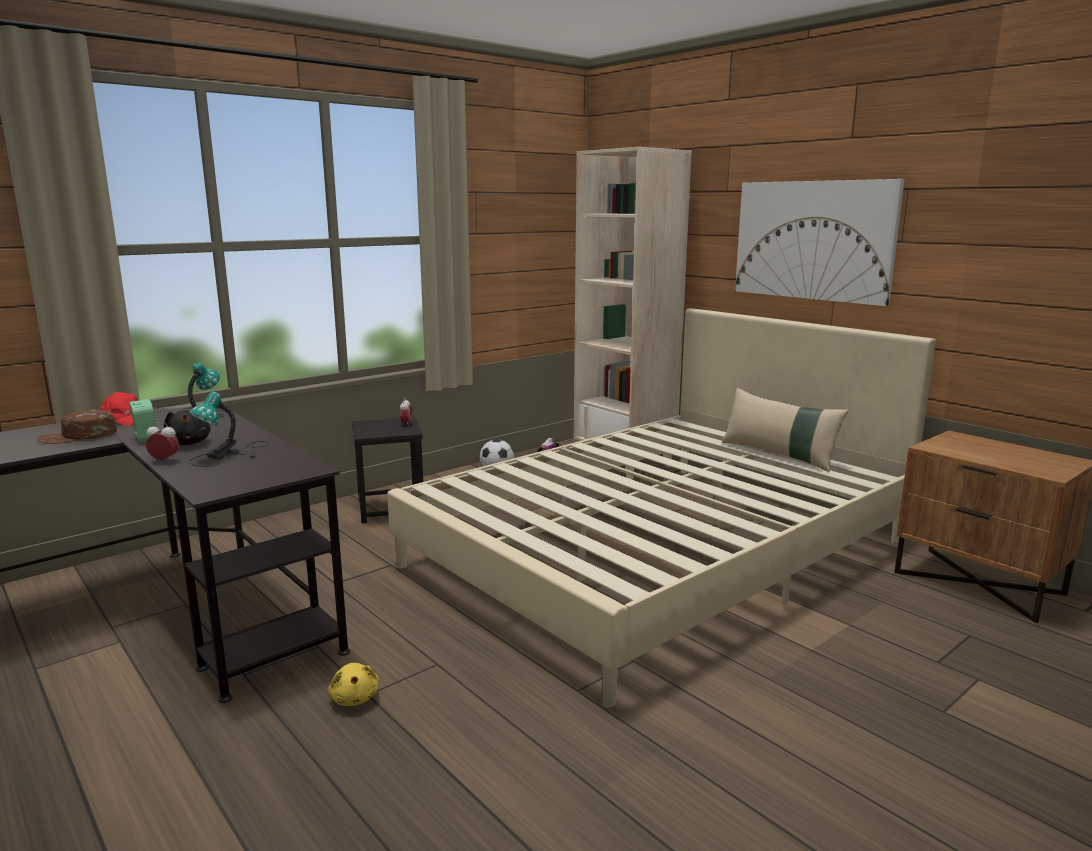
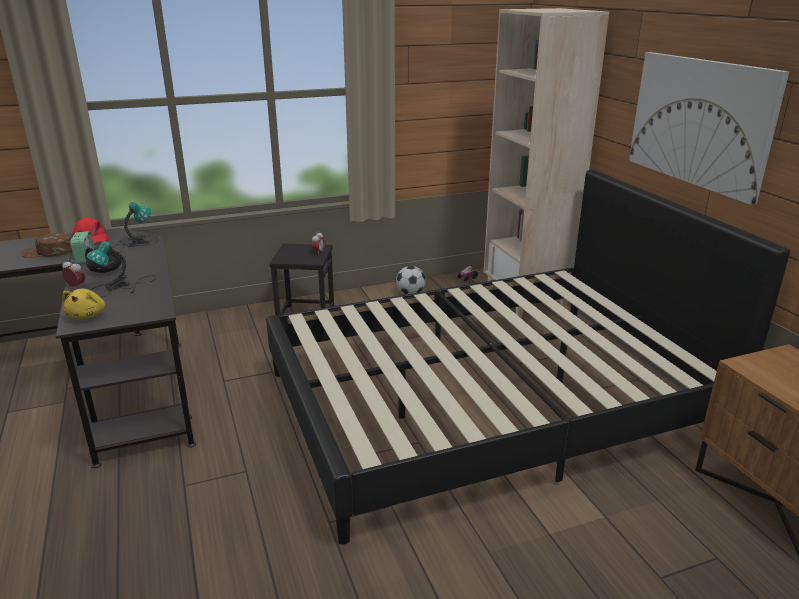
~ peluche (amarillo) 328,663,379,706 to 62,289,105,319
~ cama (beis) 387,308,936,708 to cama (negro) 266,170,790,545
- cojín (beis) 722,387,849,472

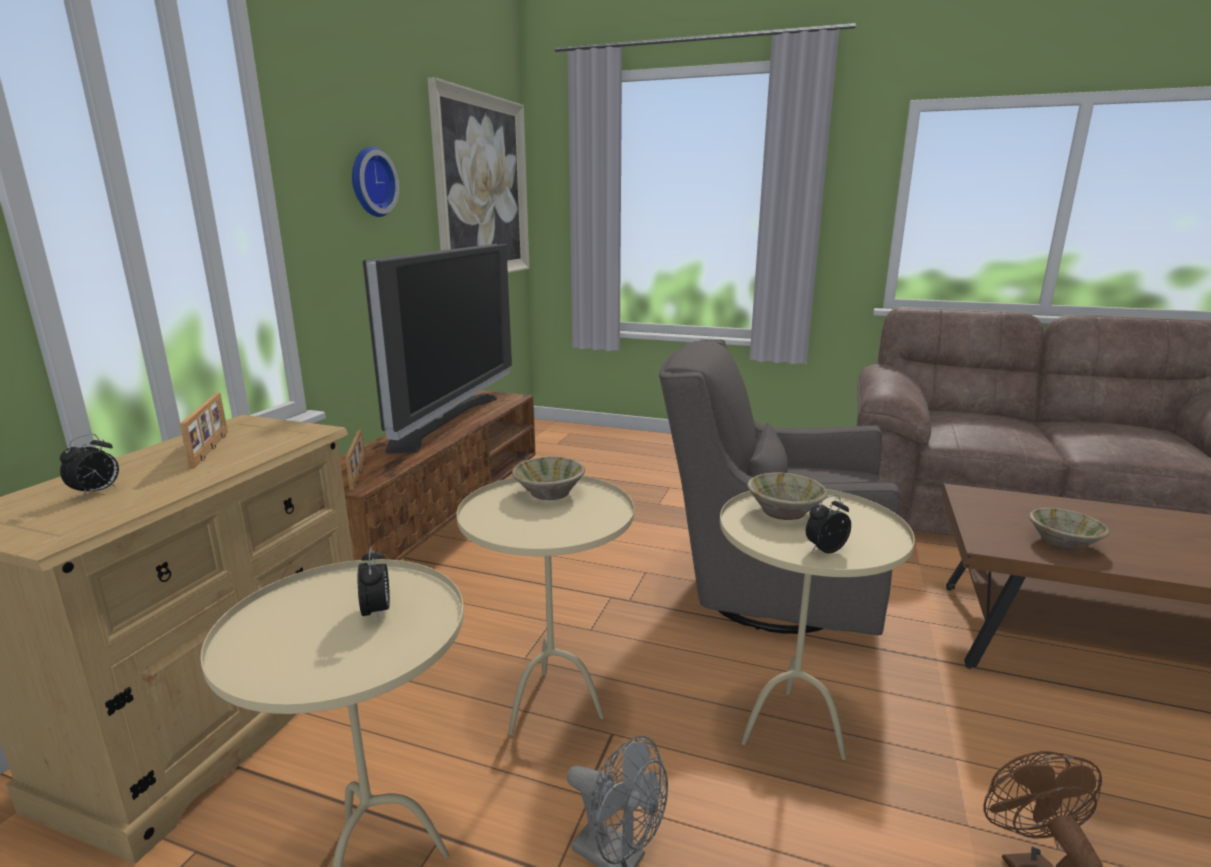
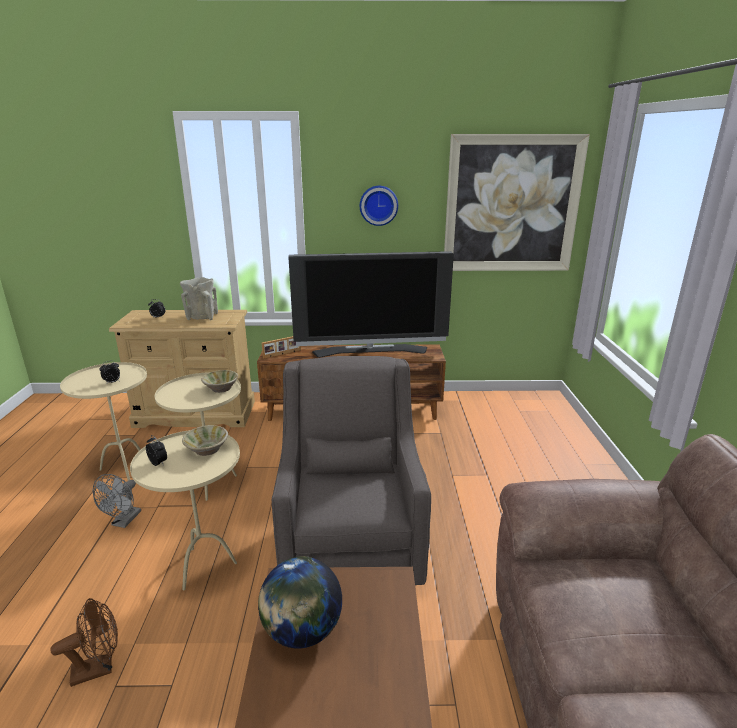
~ portarretratos 180,393,228,469 to florero (beis) 180,277,218,320
~ cuenco (beis) 1029,508,1110,551 to globo terráqueo 258,556,342,648

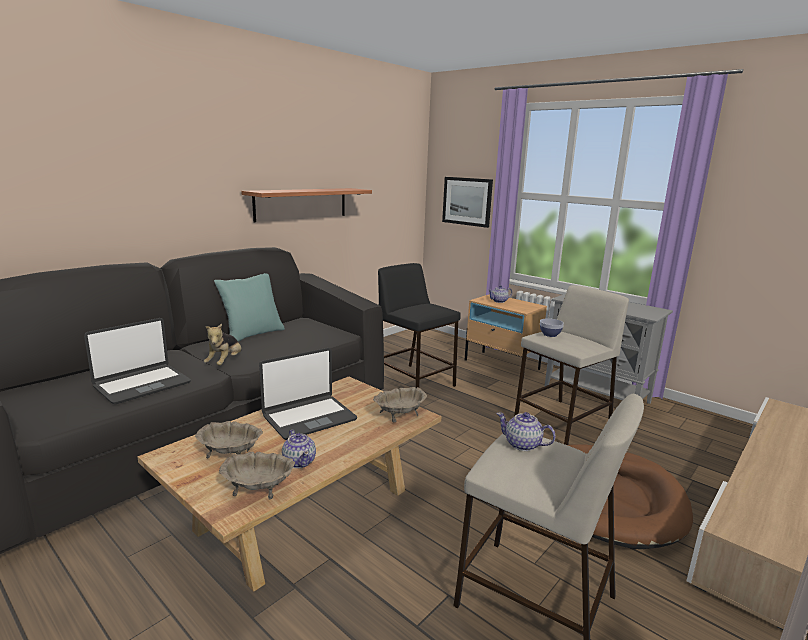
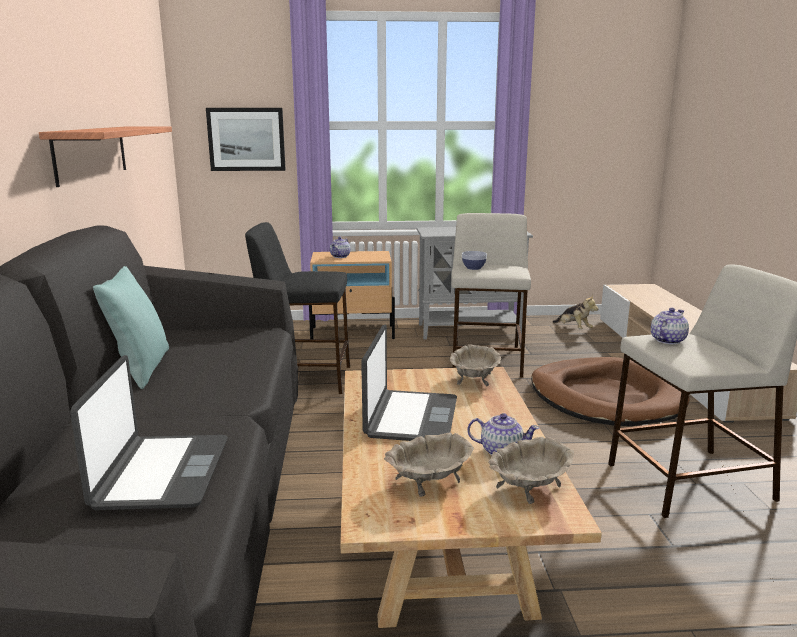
~ peluche 204,324,241,365 to 553,295,599,329
~ tetera 496,412,555,451 = 651,307,689,344 150 degrees clockwise

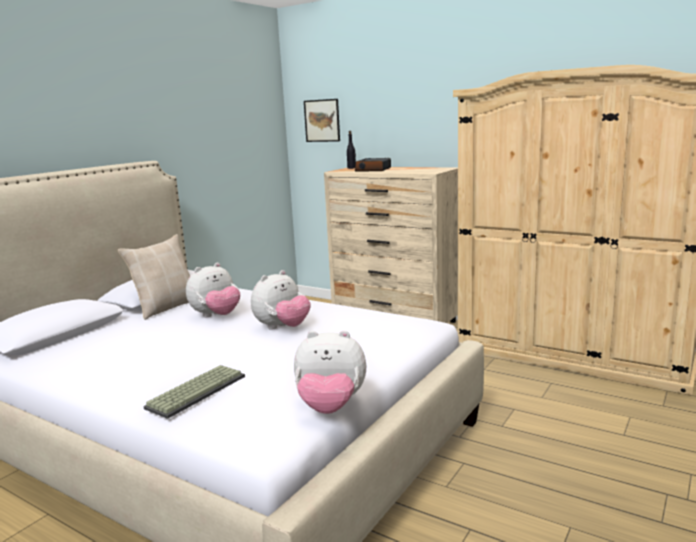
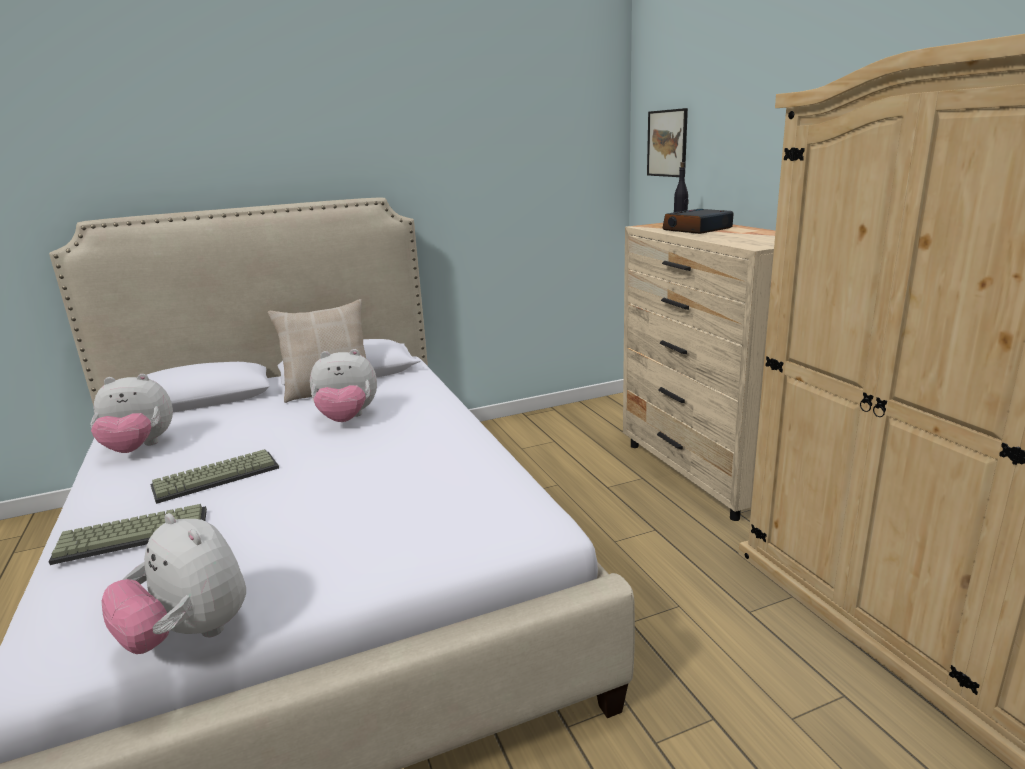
~ peluche 251,270,311,330 to 90,374,173,453
+ teclado 150,449,279,504

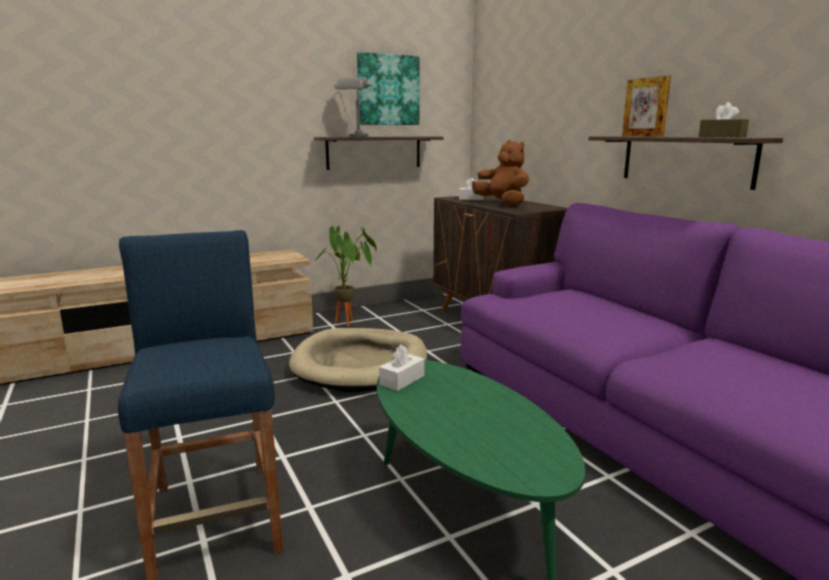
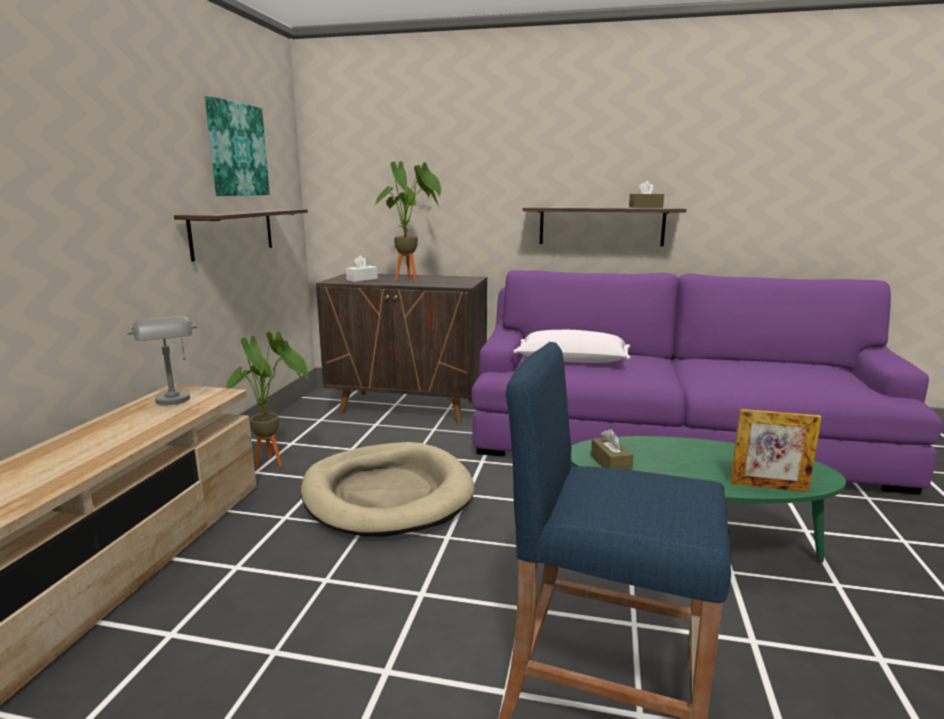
~ lámpara de mesa (gris) 334,77,373,137 to 127,316,197,405
~ peluche (marrón) 472,140,529,206 to planta en maceta 374,161,441,281
+ cojín (blanco) 514,330,631,363
~ caja de pañuelos (blanco) 379,344,424,391 to caja de pañuelos (marrón) 591,429,634,470
~ portarretratos 622,76,671,137 to 730,409,822,493

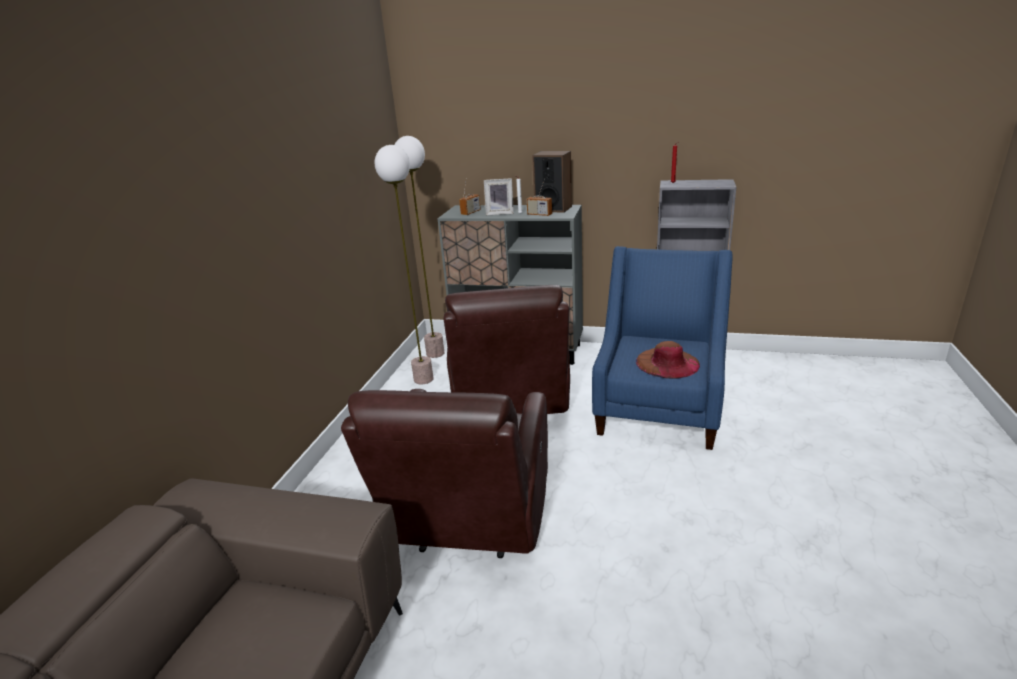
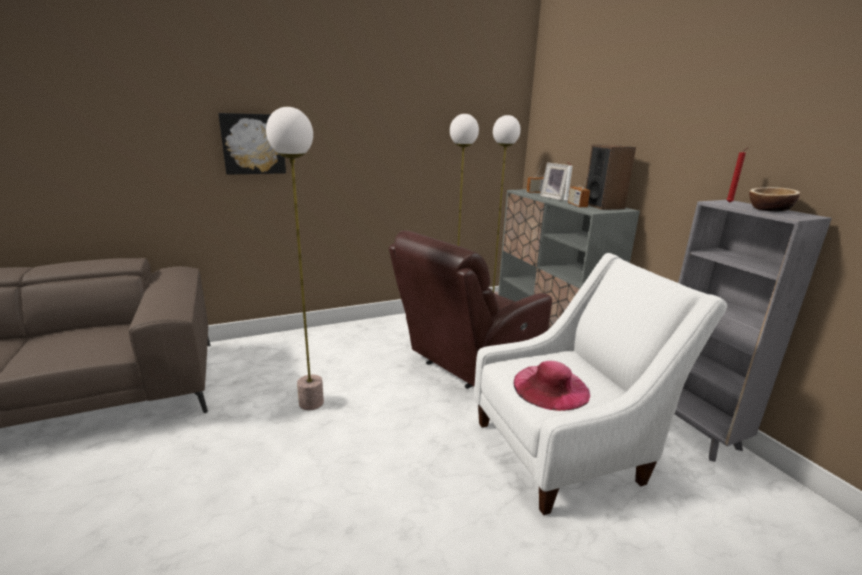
+ cuadro 218,113,286,175
~ sillón (marrón) 341,389,548,558 to lámpara de pie 266,107,324,410
~ sillón (azul) 592,246,733,450 to sillón (blanco) 474,253,727,515
~ sombrero (marrón) 636,341,700,379 to sombrero (rosa) 514,361,590,411
+ cuenco 749,187,800,212

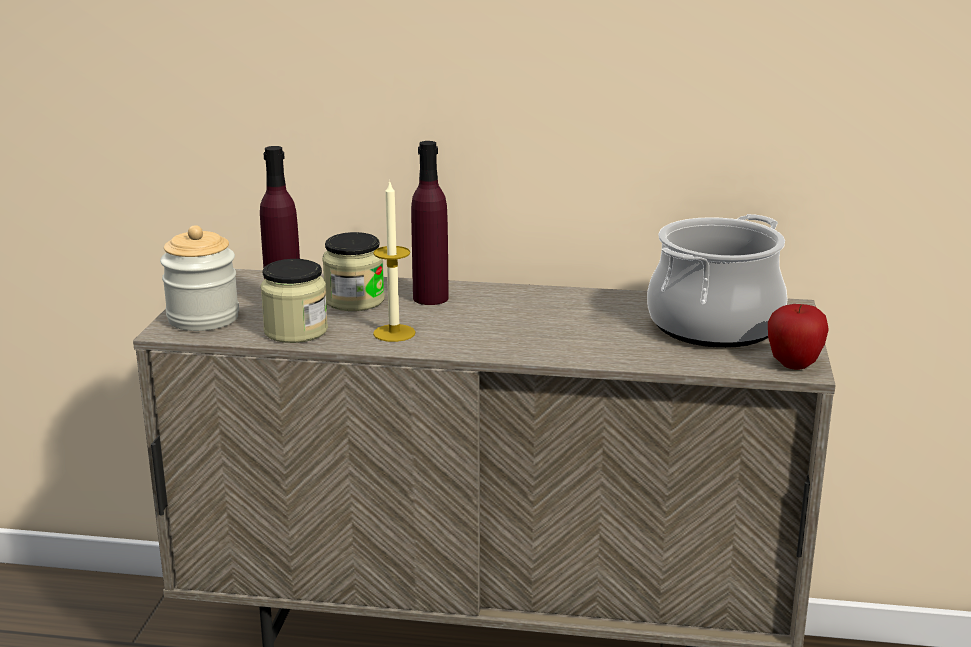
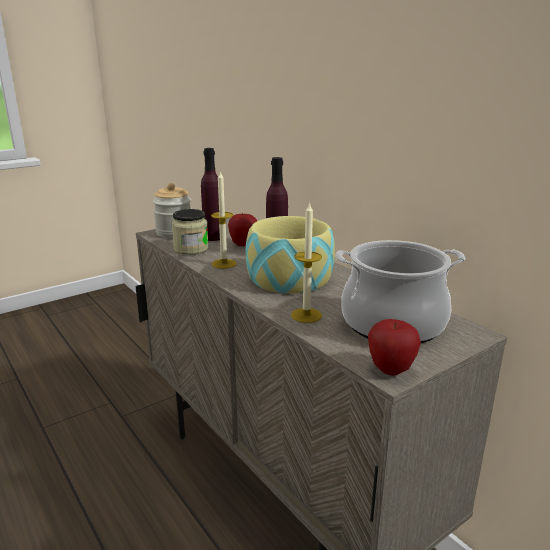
~ tarro 322,232,385,311 to manzana 228,213,257,246
+ cuenco 246,216,335,294
+ vela 291,202,322,323

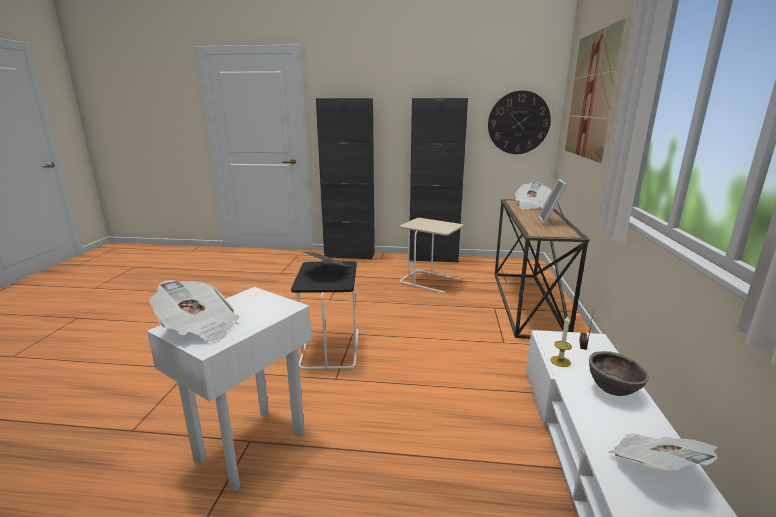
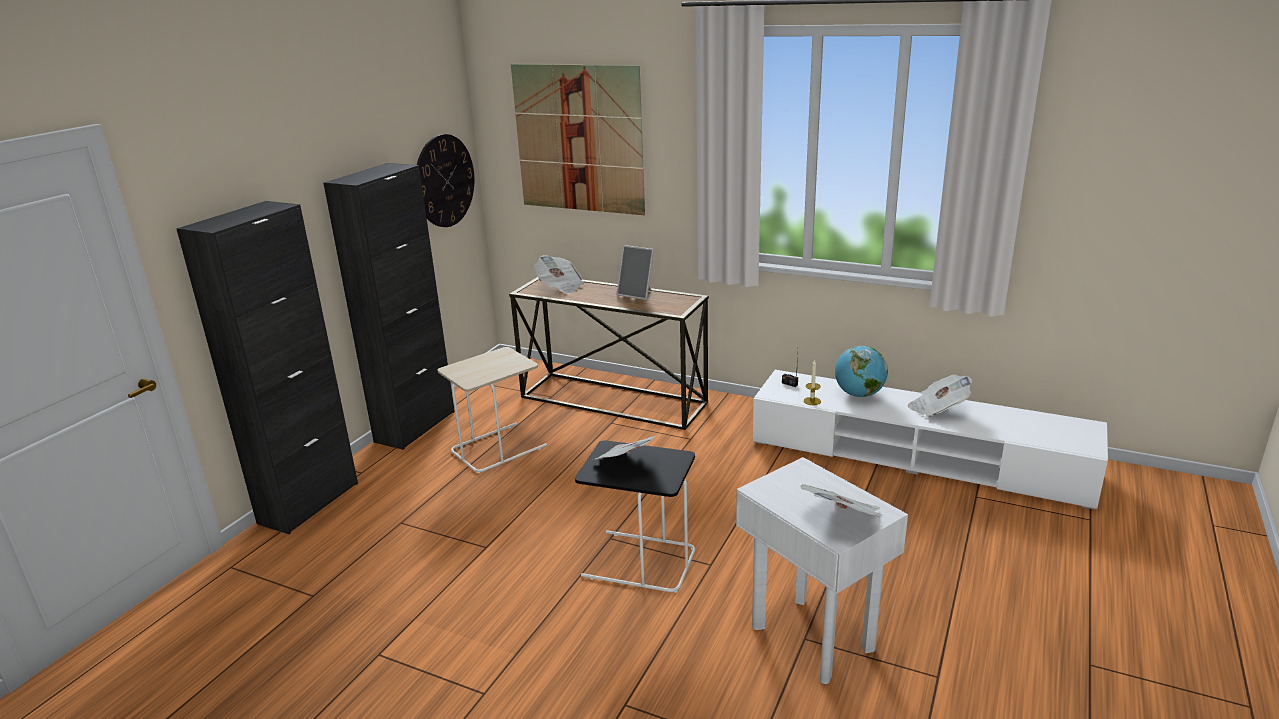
~ cuenco (marrón) 589,351,649,396 to globo terráqueo 835,346,888,397

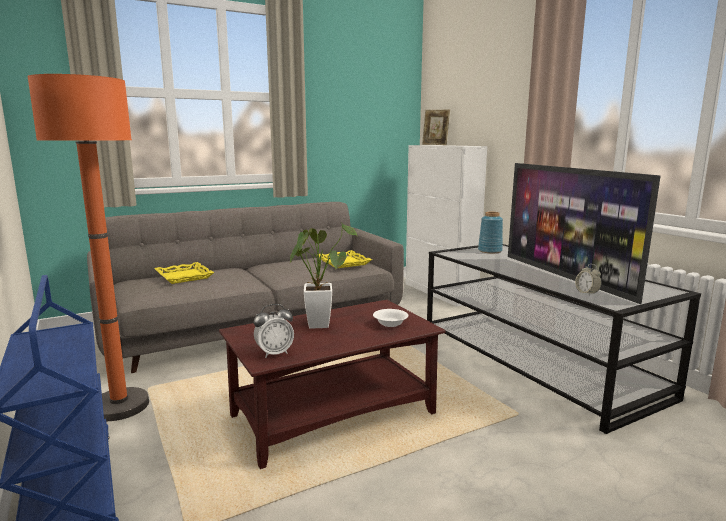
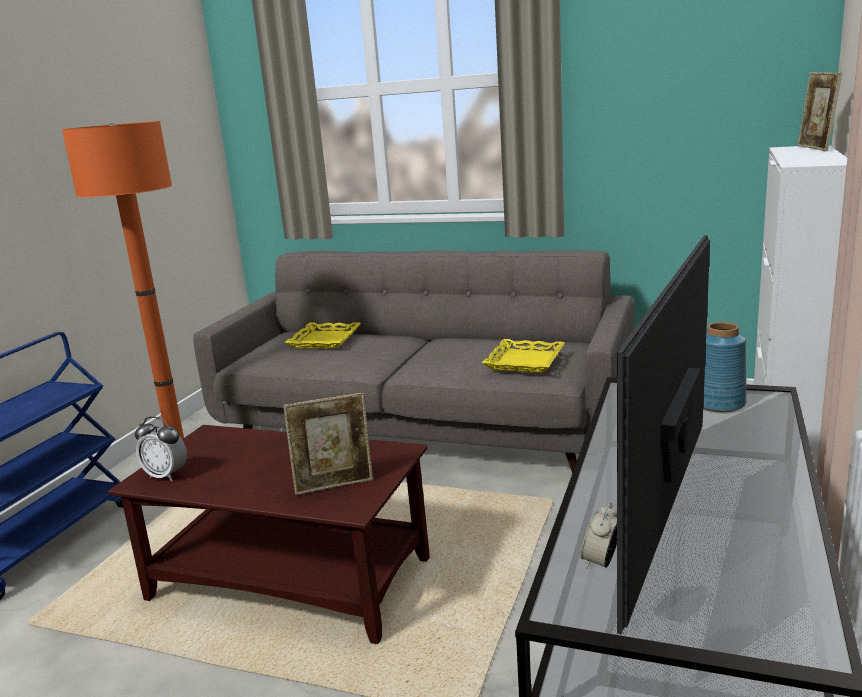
~ cuenco (blanco) 373,309,408,327 to portarretratos 283,393,373,495
- planta en maceta 290,222,358,329

